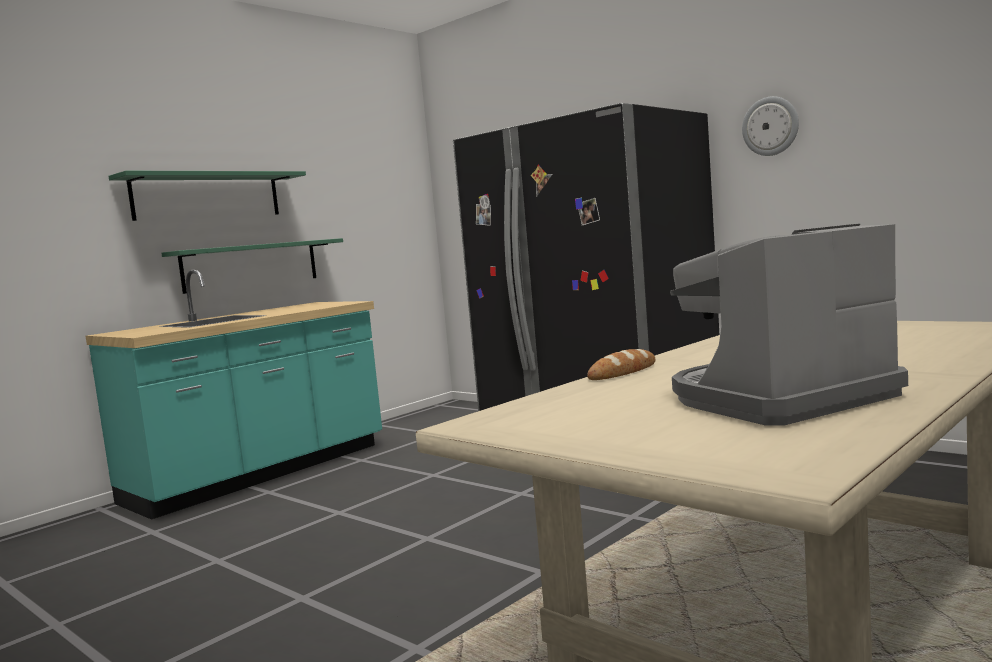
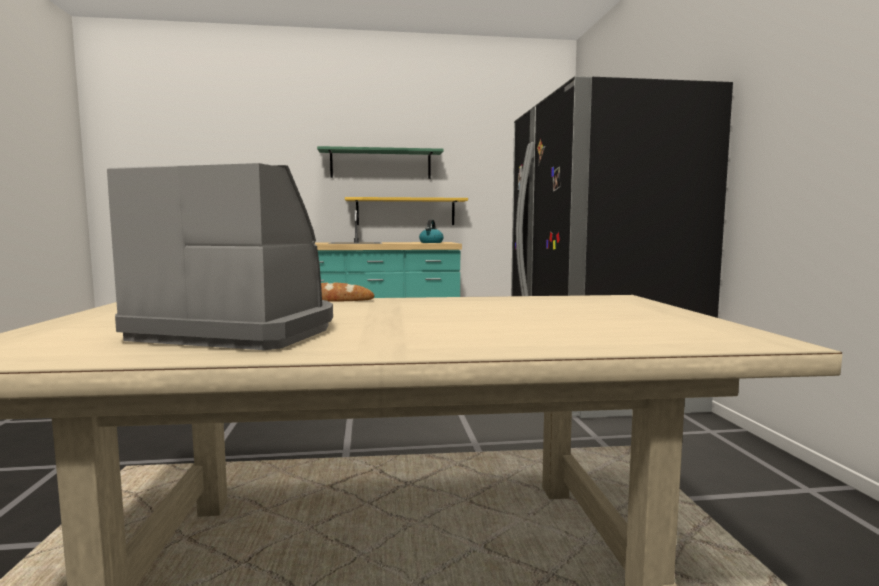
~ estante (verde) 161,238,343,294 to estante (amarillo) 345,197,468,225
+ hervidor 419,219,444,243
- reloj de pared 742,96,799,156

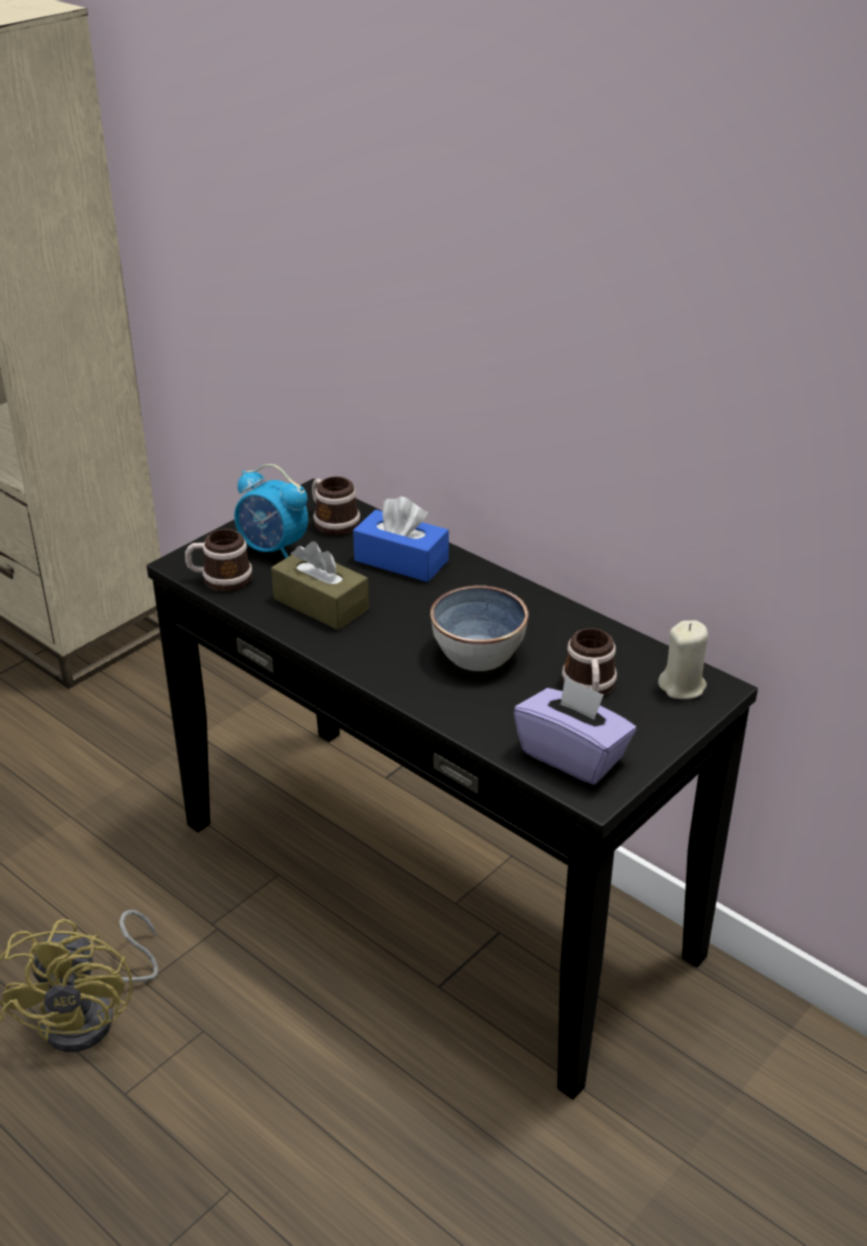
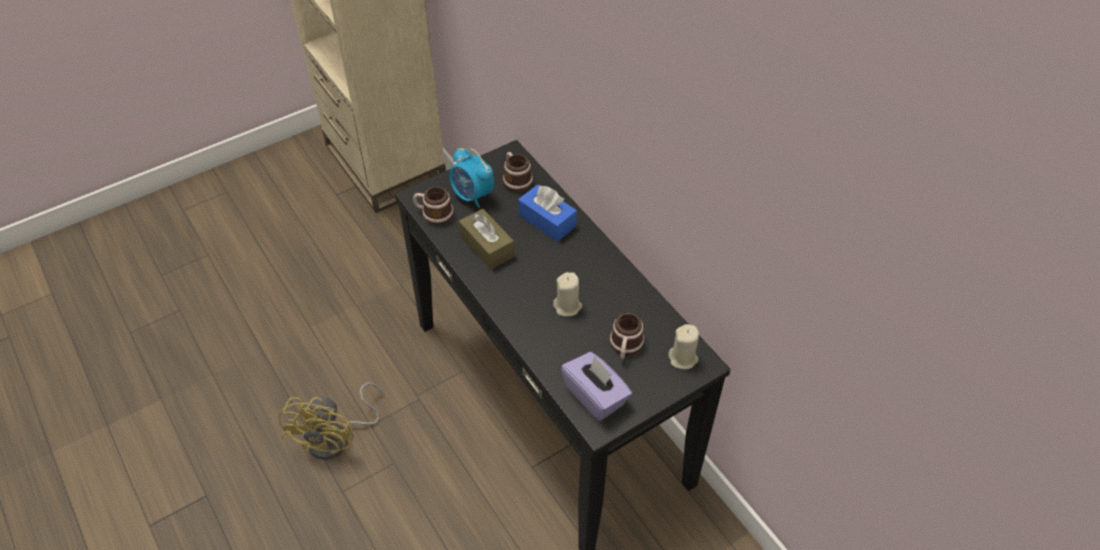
~ cuenco 430,585,528,671 to vela (beis) 553,272,582,316

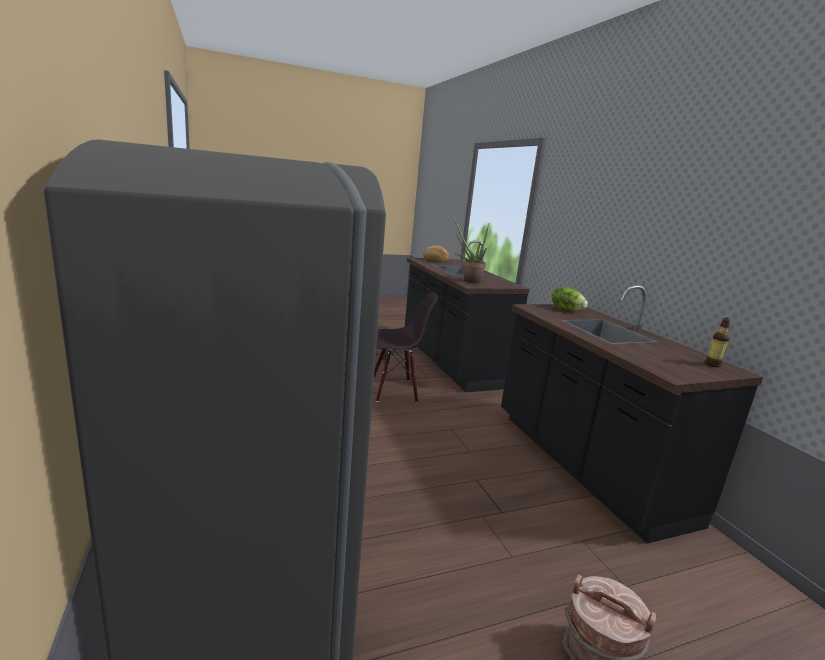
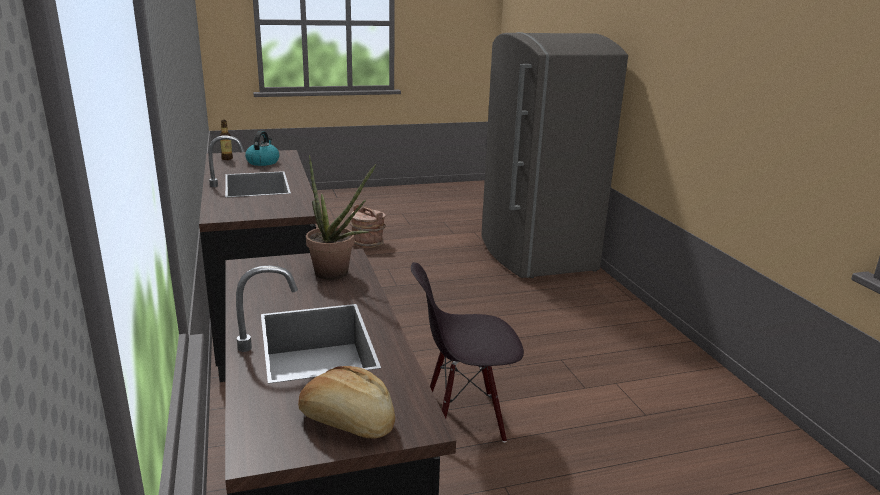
+ hervidor 245,131,279,166
- lechuga 551,287,588,311

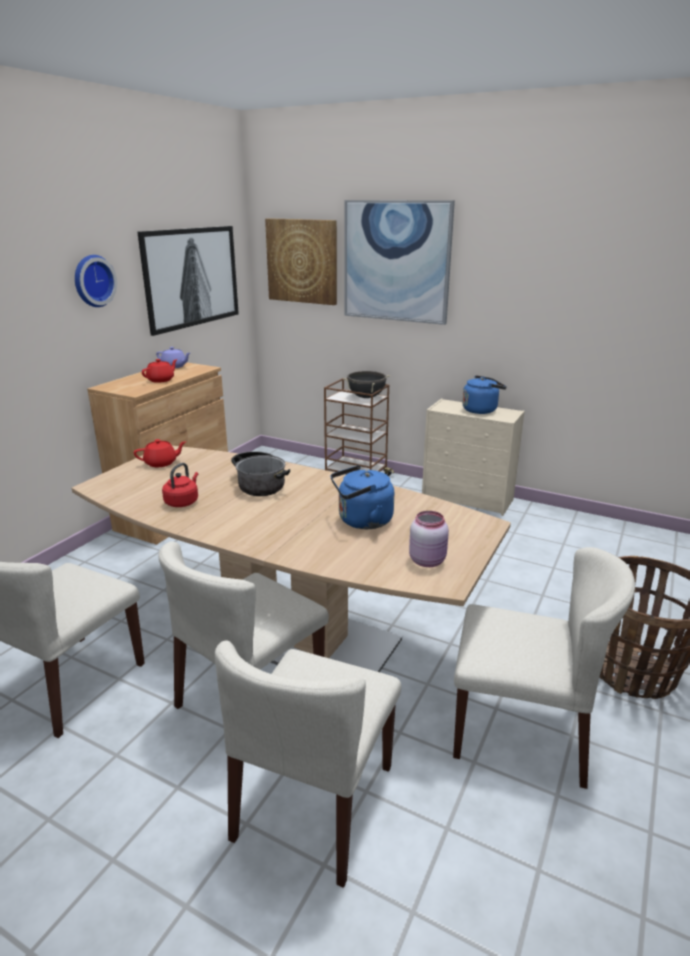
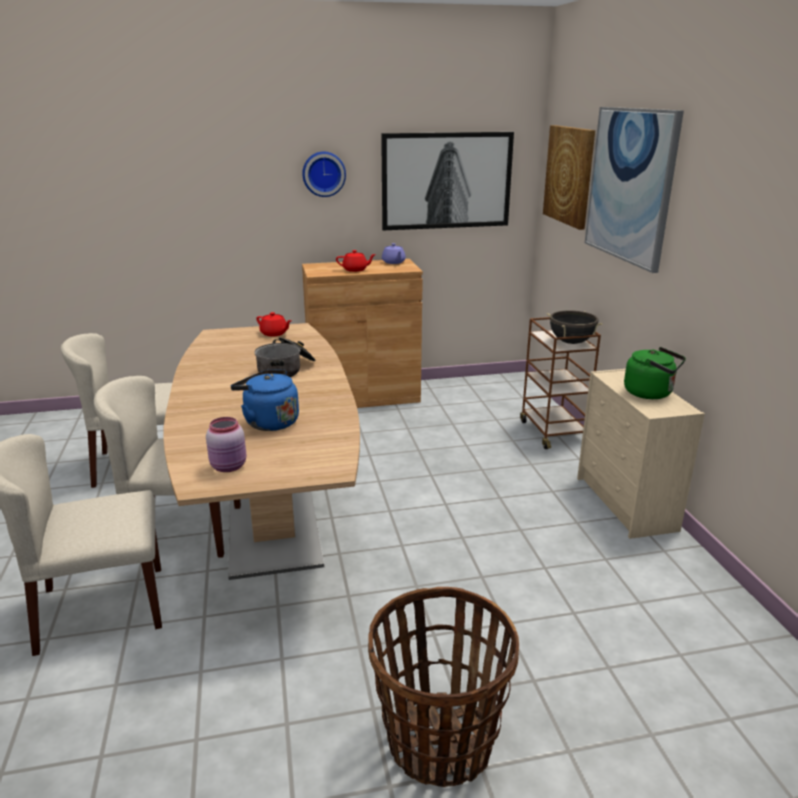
~ hervidor (azul) 462,375,507,414 to hervidor (verde) 624,347,686,399
- hervidor (rojo) 162,463,198,507
- silla (beis) 453,547,635,789

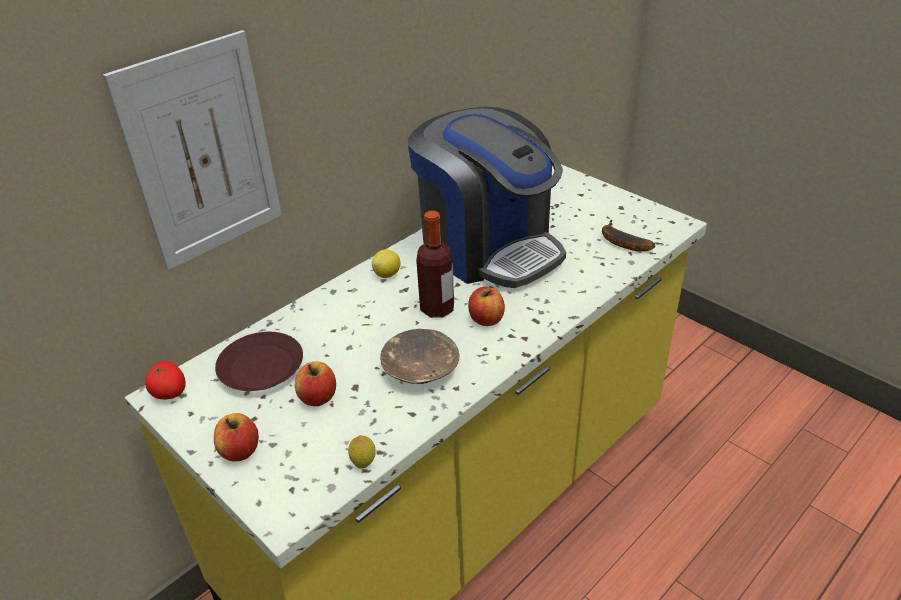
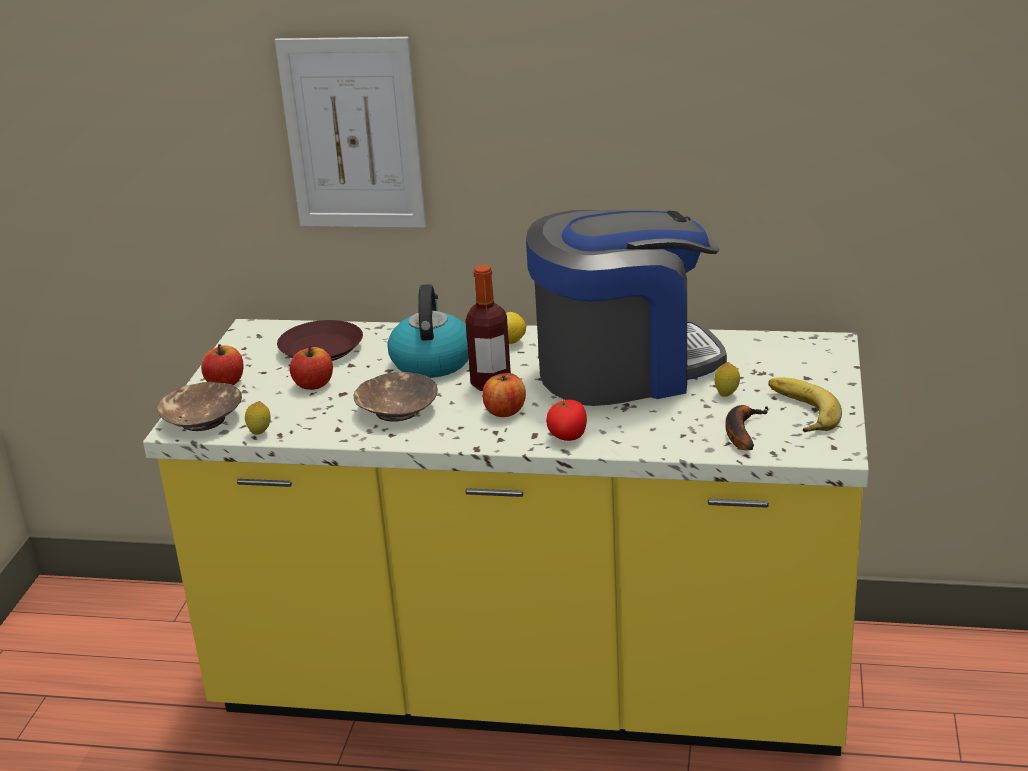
+ cuenco (marrón) 157,382,242,431
+ hervidor 387,284,469,378
~ cafetera 408,107,566,288 = 526,210,727,406 120 degrees counterclockwise
~ tomate 145,361,186,399 to 546,400,587,441
+ limón 714,362,740,397
+ plátano 768,378,842,432

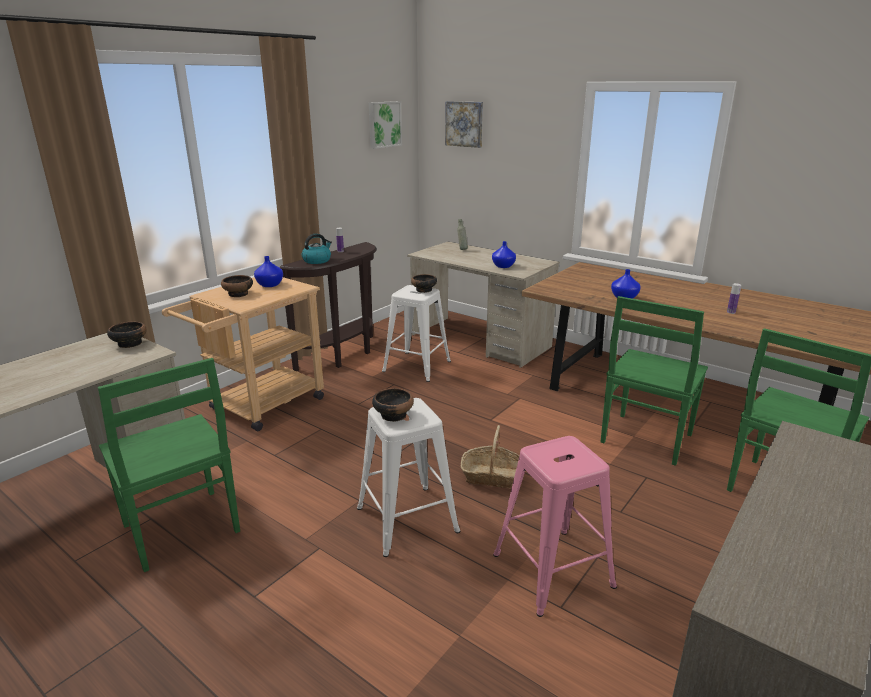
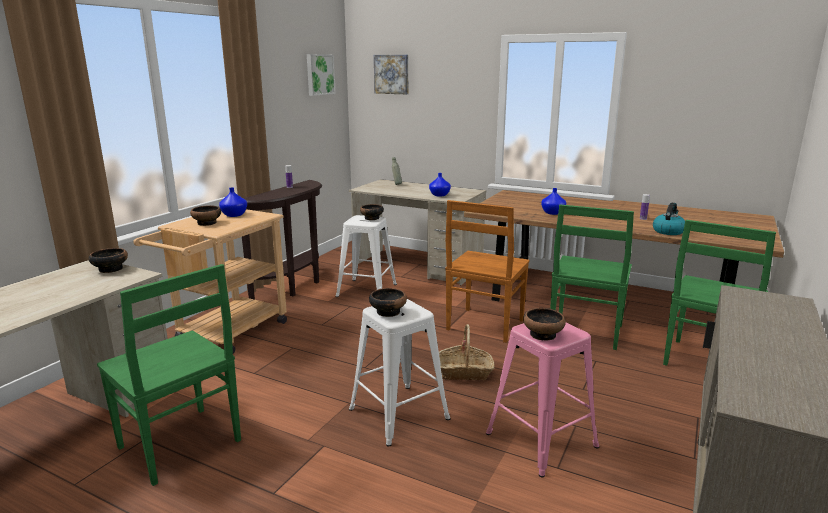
+ silla (marrón) 445,200,530,343
+ cuenco 523,308,566,341
~ hervidor 302,233,332,264 to 653,203,685,235

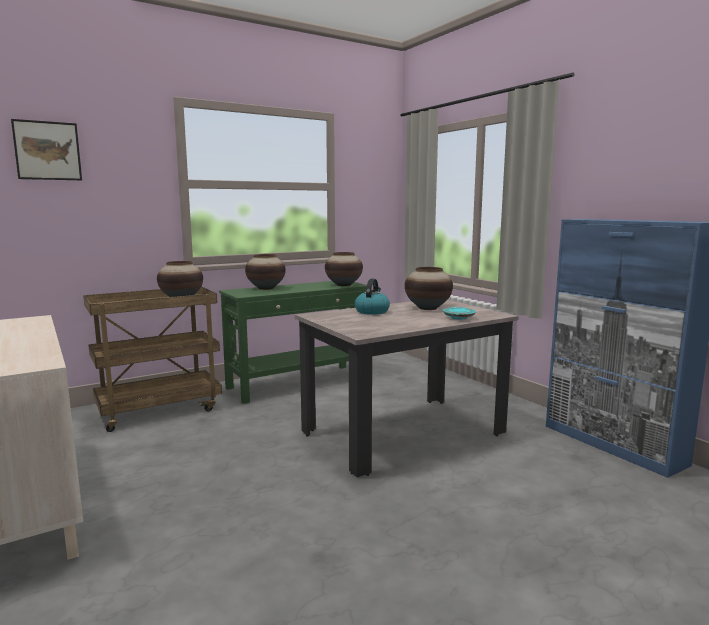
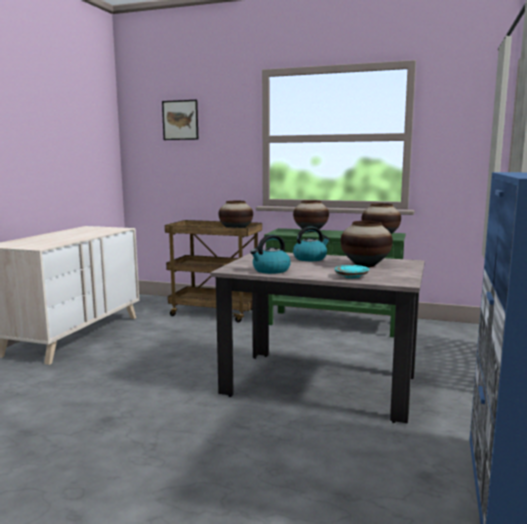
+ hervidor 250,235,291,274

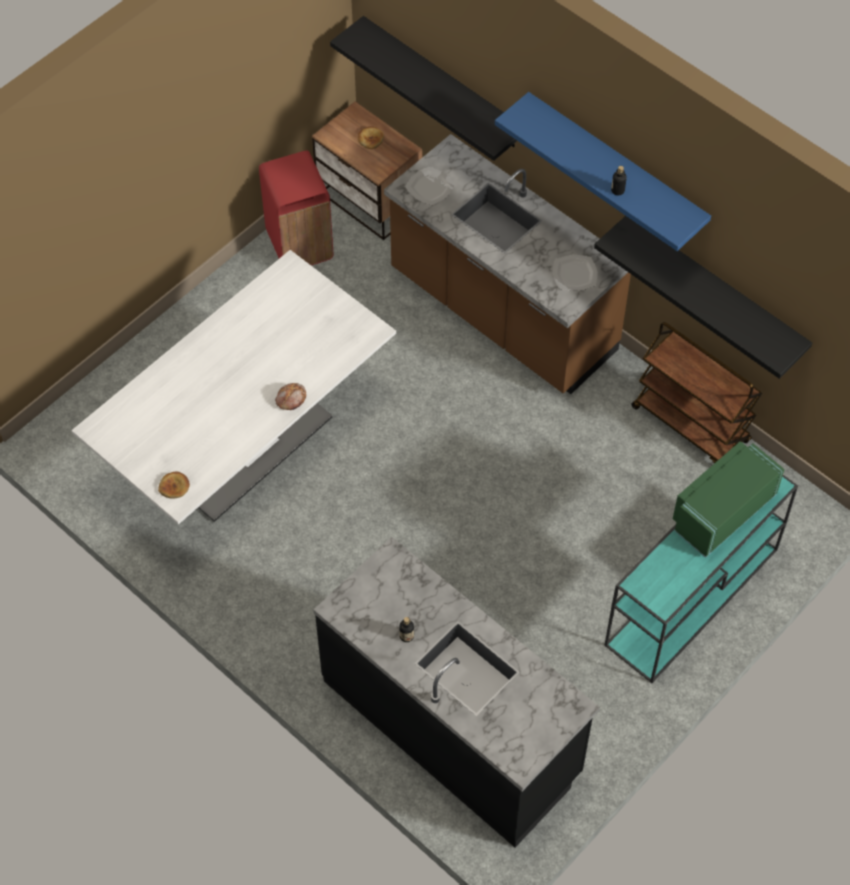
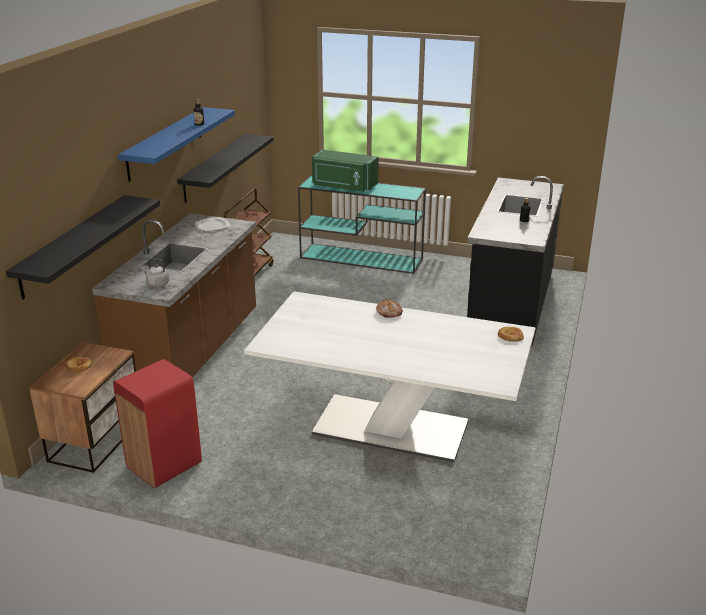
~ plato 405,167,455,205 to hervidor (gris) 141,258,169,287

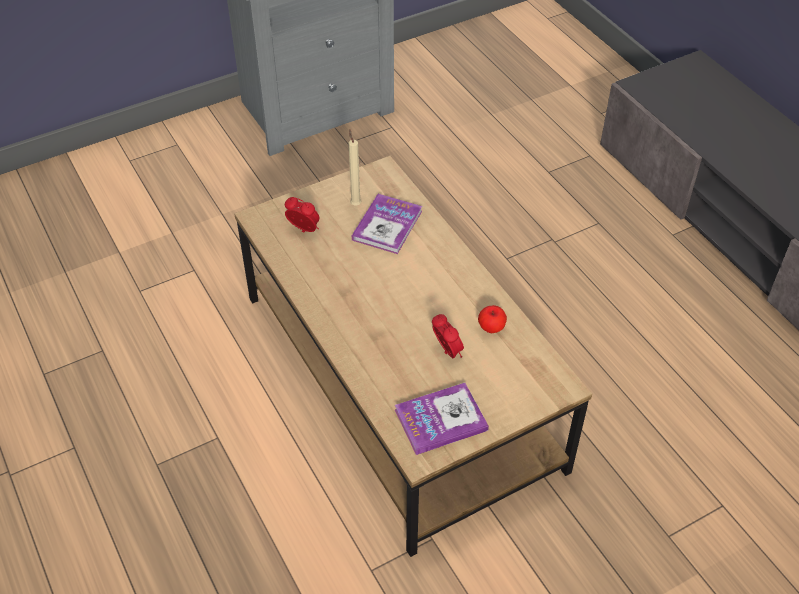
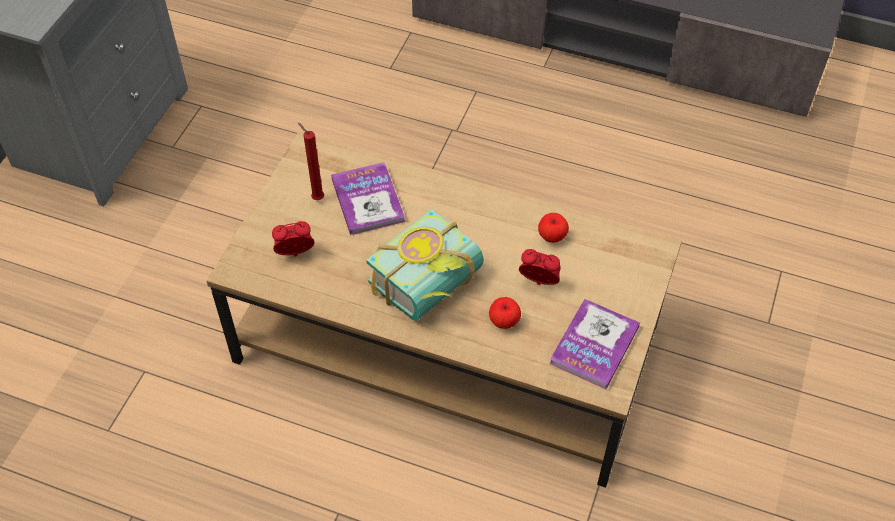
~ vela (beis) 349,129,361,205 to vela (rojo) 298,123,324,200
+ libro 366,209,484,321
+ manzana 489,297,521,329

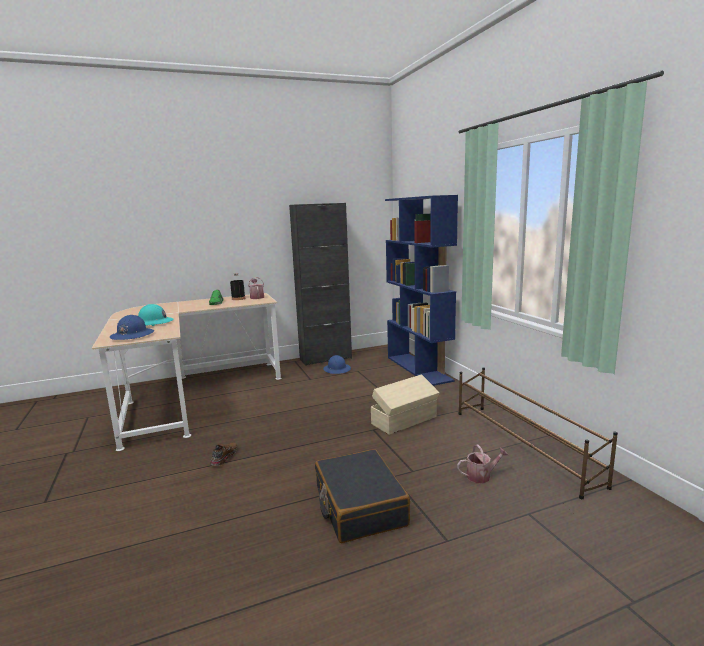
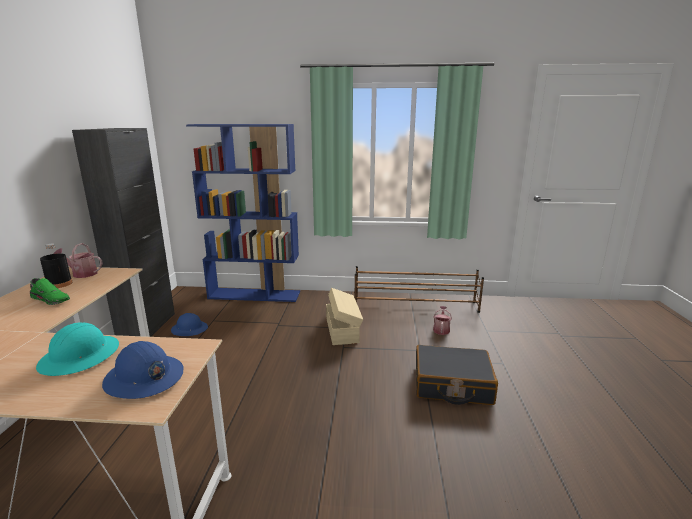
- zapato (marrón) 210,442,237,466

